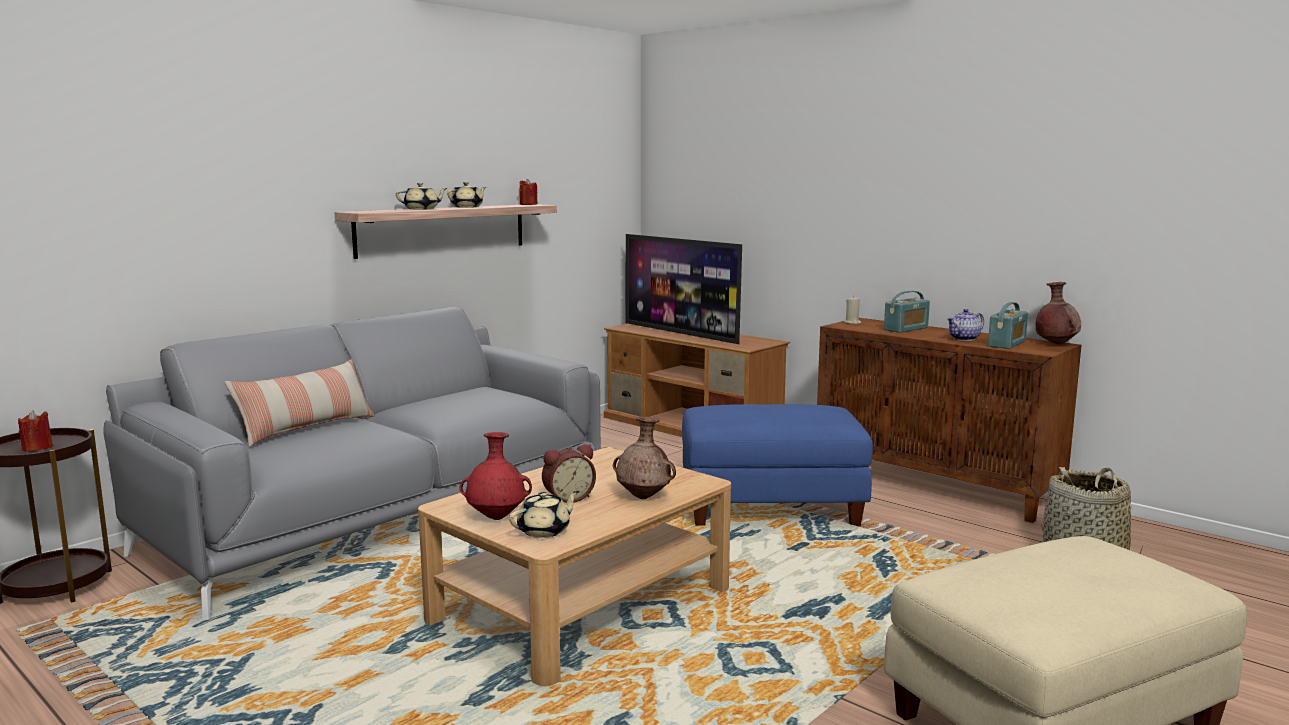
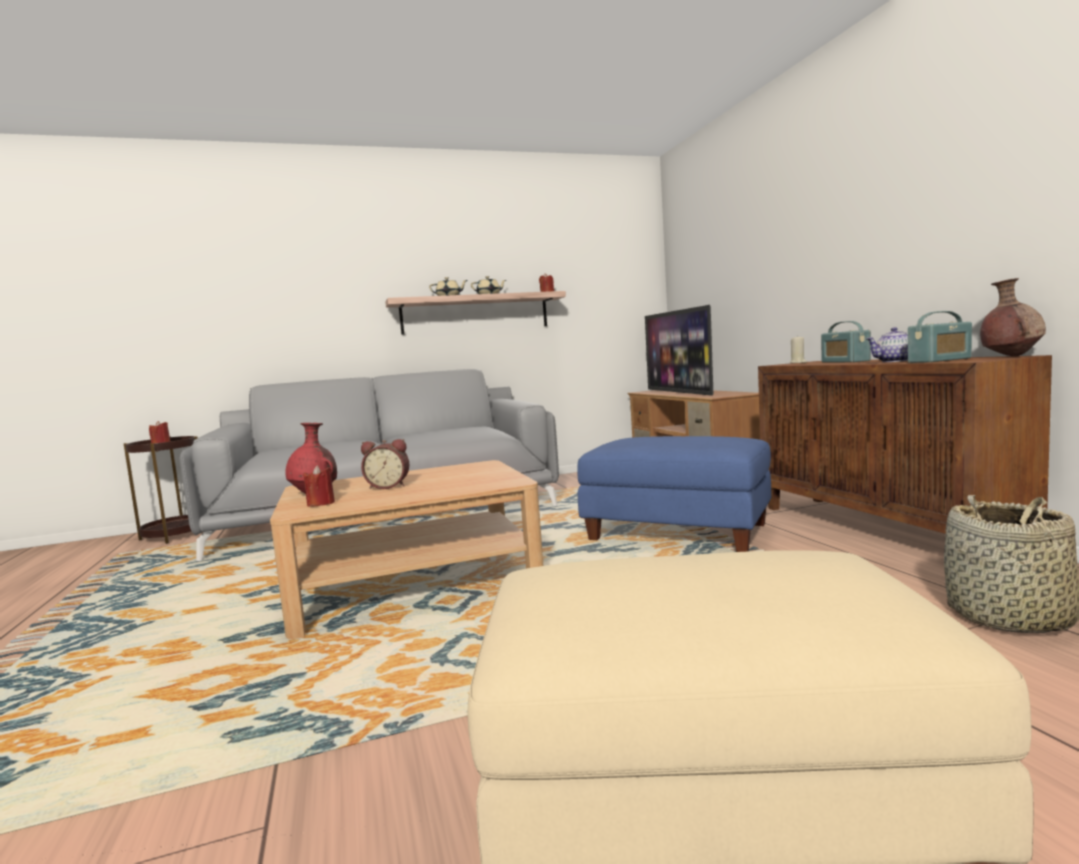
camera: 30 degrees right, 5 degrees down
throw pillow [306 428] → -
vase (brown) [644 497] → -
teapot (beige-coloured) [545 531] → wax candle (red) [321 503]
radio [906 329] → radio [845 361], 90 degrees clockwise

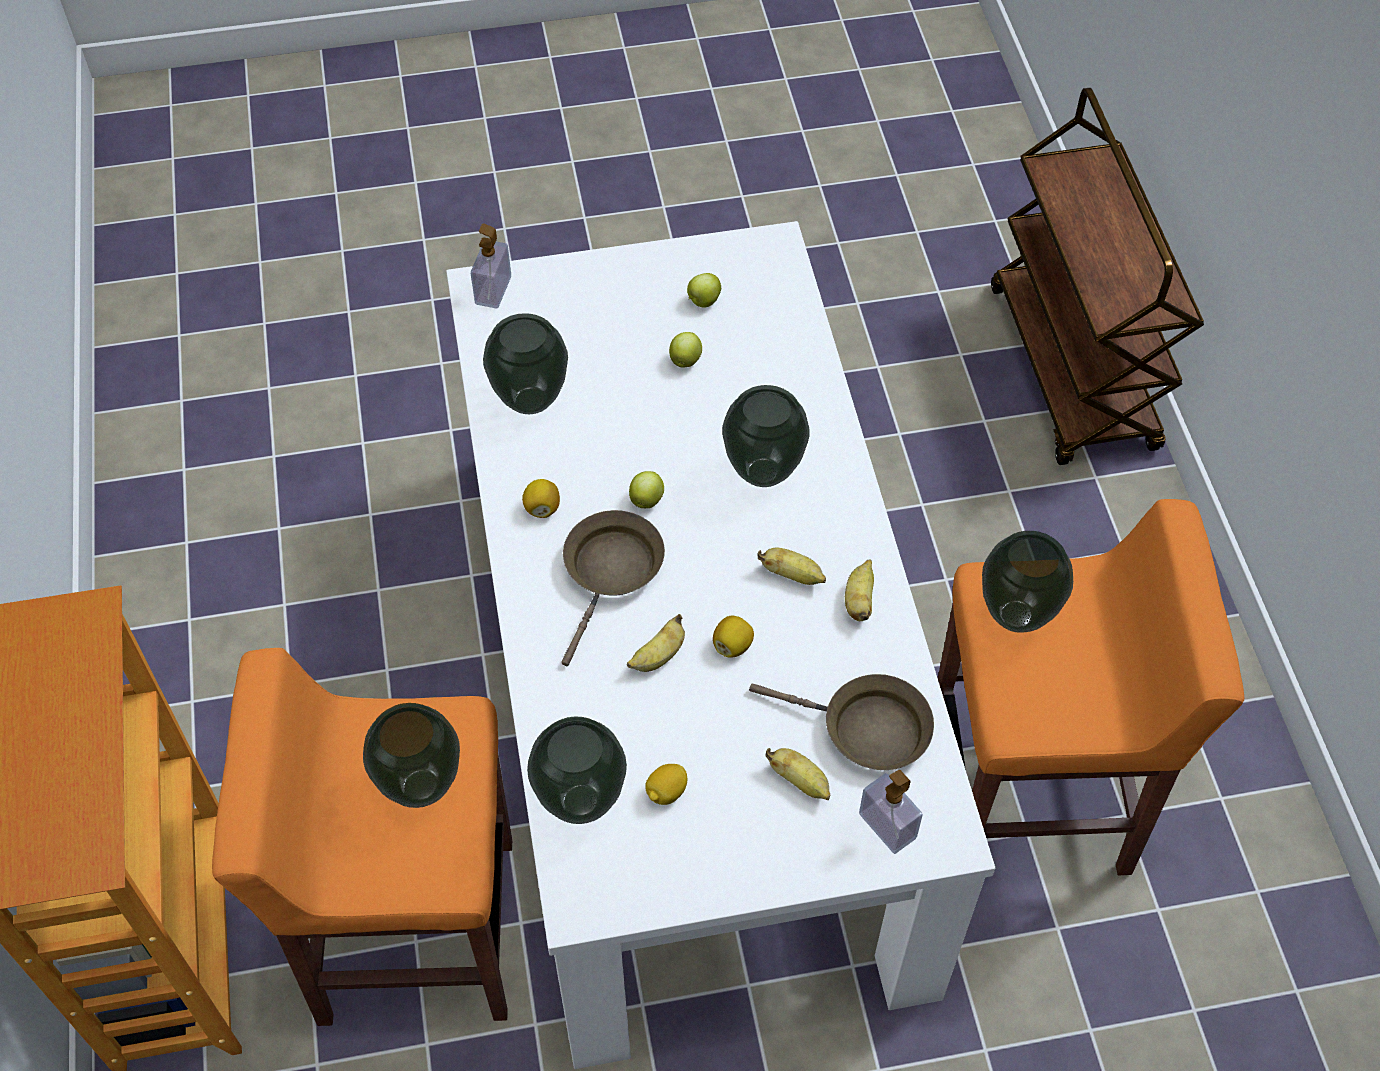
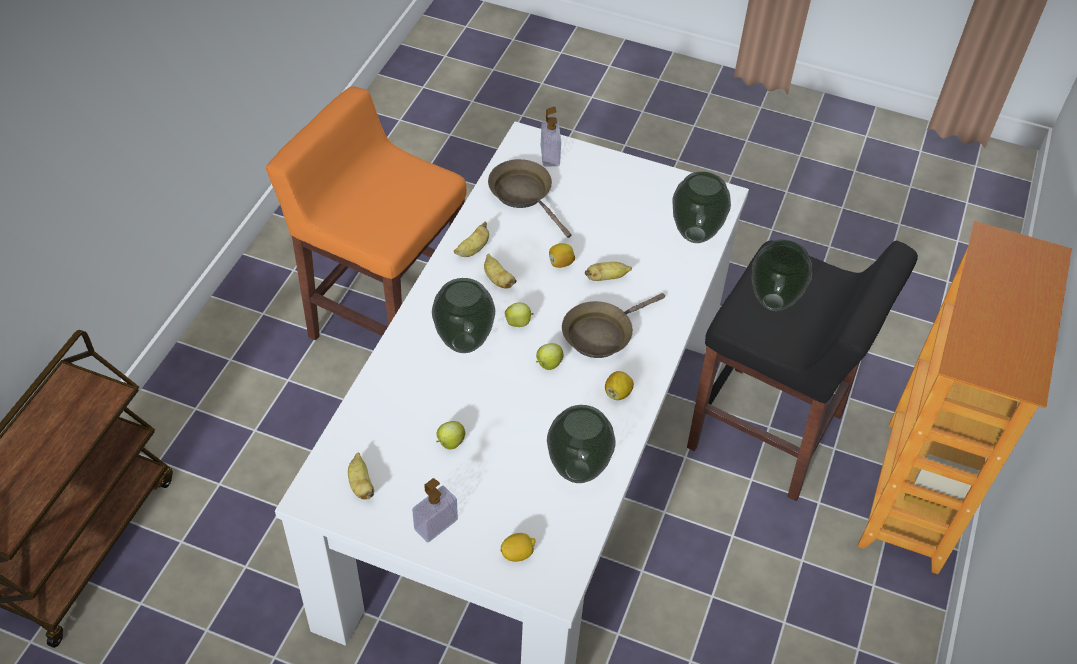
camera: 150 degrees left, 5 degrees down
vase [1014 615] → -
soap bottle [493 290] → soap bottle [436 525], relocated
lemon [666 792] → lemon [517 553], relocated
apple [703 301] → apple [518 322], relocated
whole banana [800 781] → whole banana [361 484], relocated
sitting stool (orange-coloured) [412 930] → sitting stool (black) [768 433]

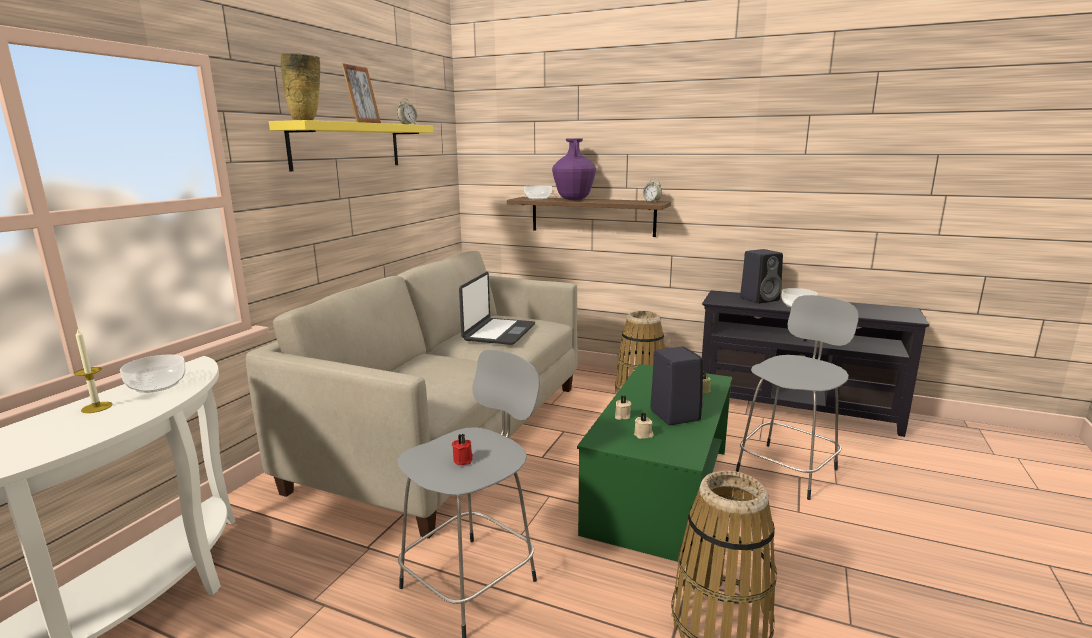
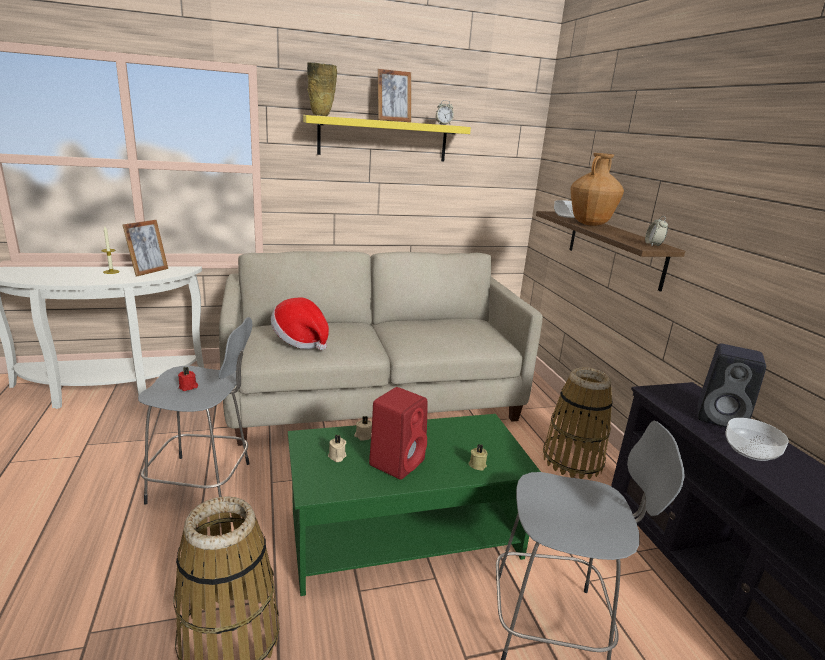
camera: 50 degrees right, 5 degrees up
portable computer [498 332] → -
- → clothing hat [300 341]
bowl [156 385] → standing frame [149 271]
vase (purple) [573 199] → vase (brown) [590 224]
speaker (black) [673 415] → speaker (red) [397 462]

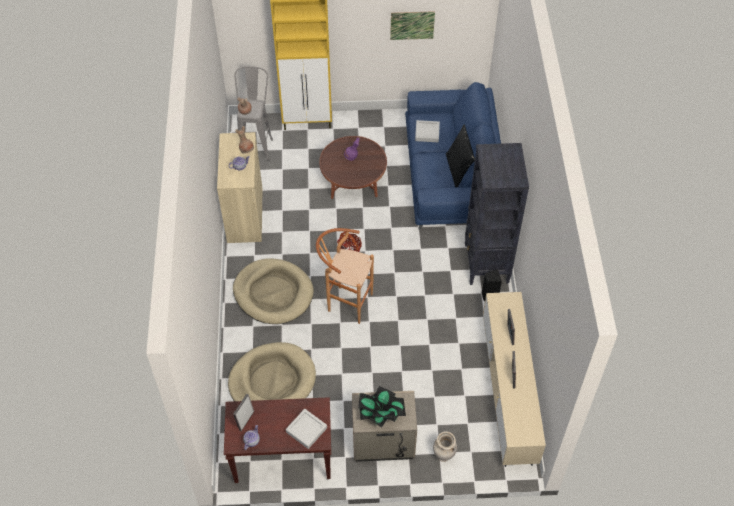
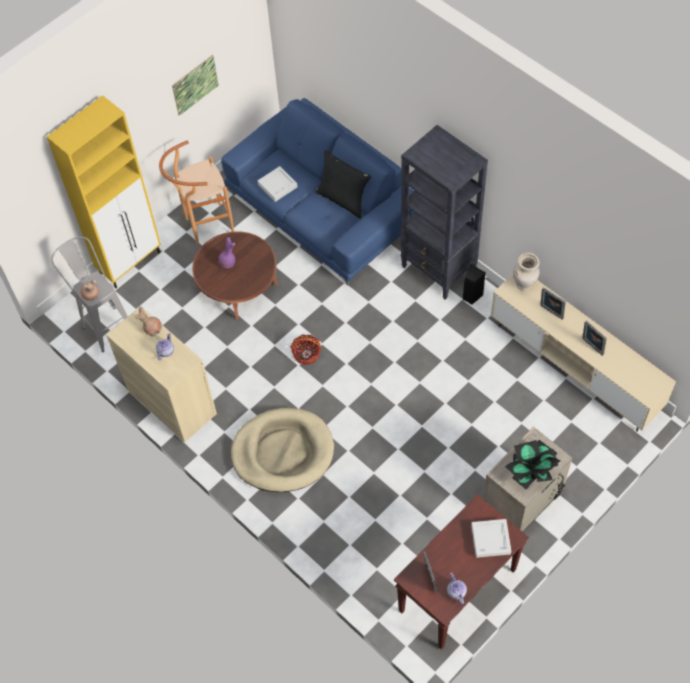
camera: 40 degrees left, 5 degrees up
pet bed (beige-coloured) [272 380] → -
sitting stool (brown) [345 302] → sitting stool (brown) [204 227], relocated
vase (beige-coloured) [443 456] → vase (beige-coloured) [523 285], relocated

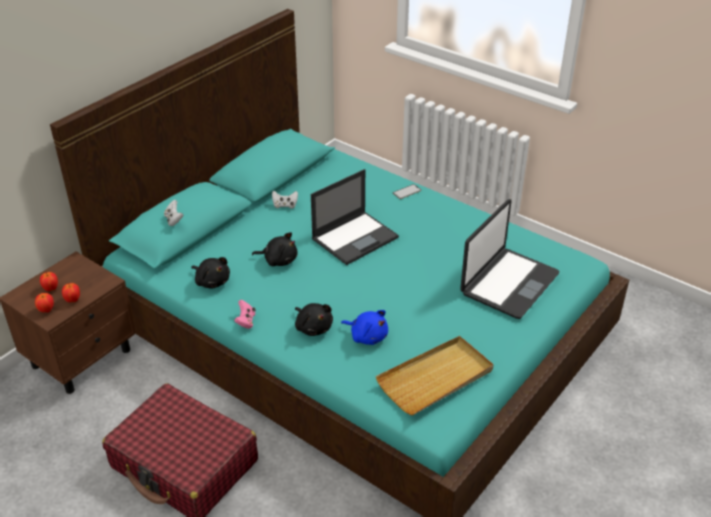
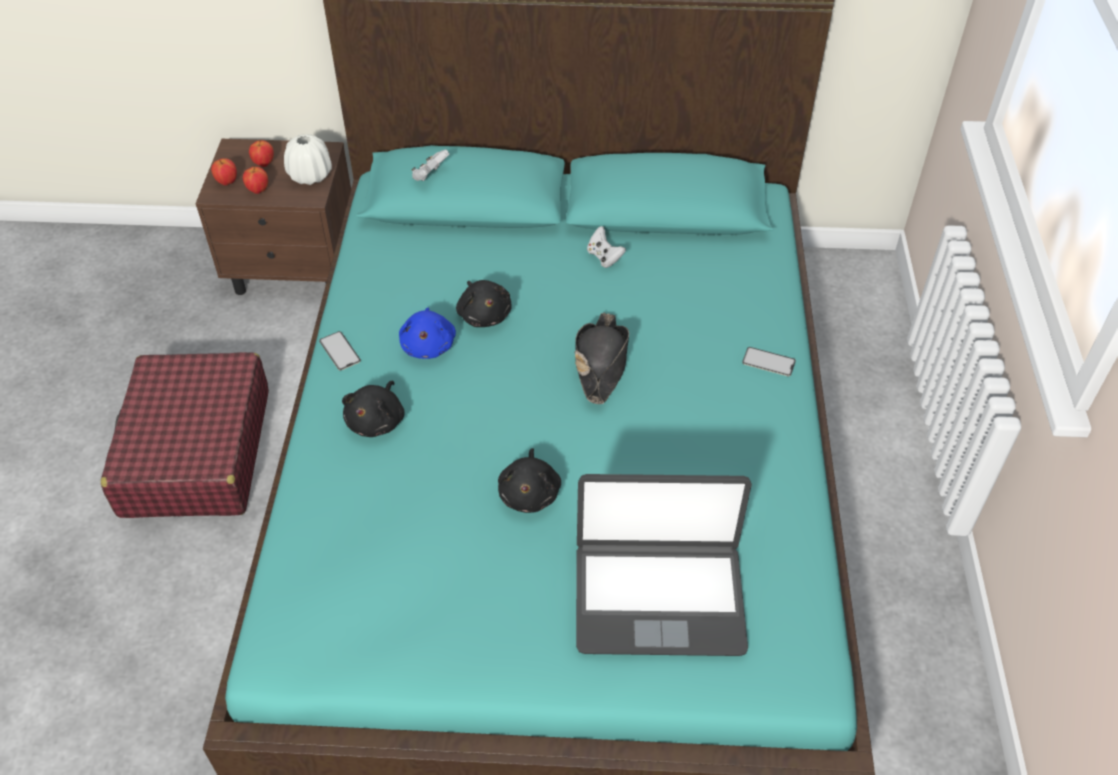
camera: 55 degrees right, 10 degrees up
tray (beige-coloured) [436 378] → -
- → vase (whitish) [310 175]
cuddly toy (black) [212 281] → cuddly toy (black) [530 493], relocated
cuddly toy (blue) [367 336] → cuddly toy (blue) [428 345], relocated
gamepad (pinkish) [246 321] → handset [340 351]
portable computer [355 237] → clothing hat (black) [601 363]

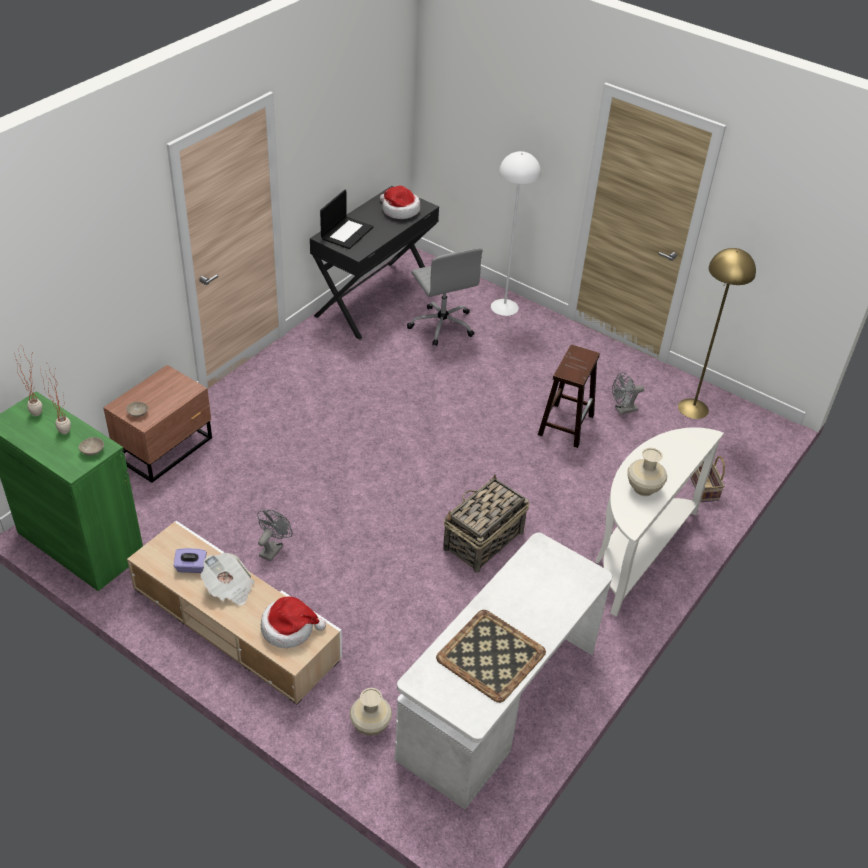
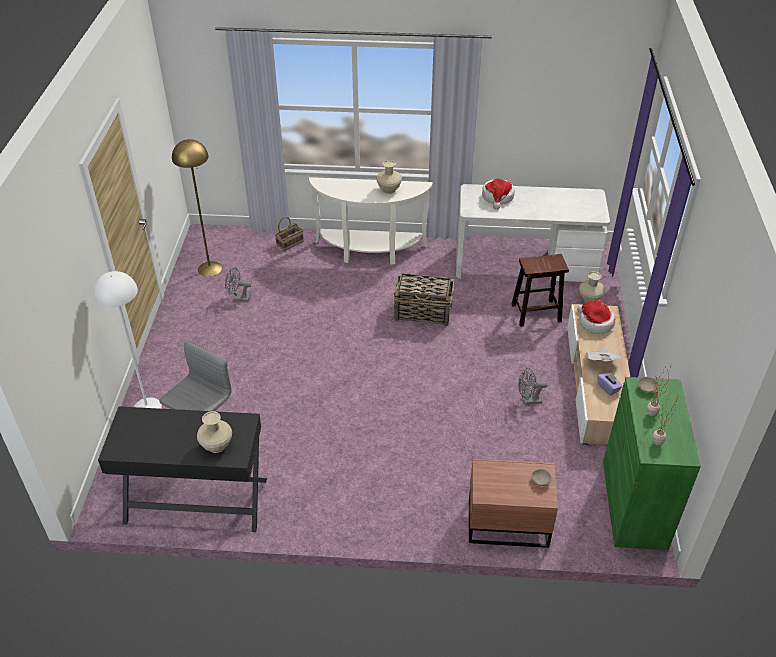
camera: 120 degrees left, 0 degrees up
tray [492 655] → -
clothing hat [399 210] → clothing hat [497 197], relocated
sitting stool (brown) [566 424] → sitting stool (brown) [535 313], relocated
portable computer [347 232] → vase (beige-coloured) [216 446]
fan (grey) [623 410] → fan (grey) [238 298], 150 degrees clockwise

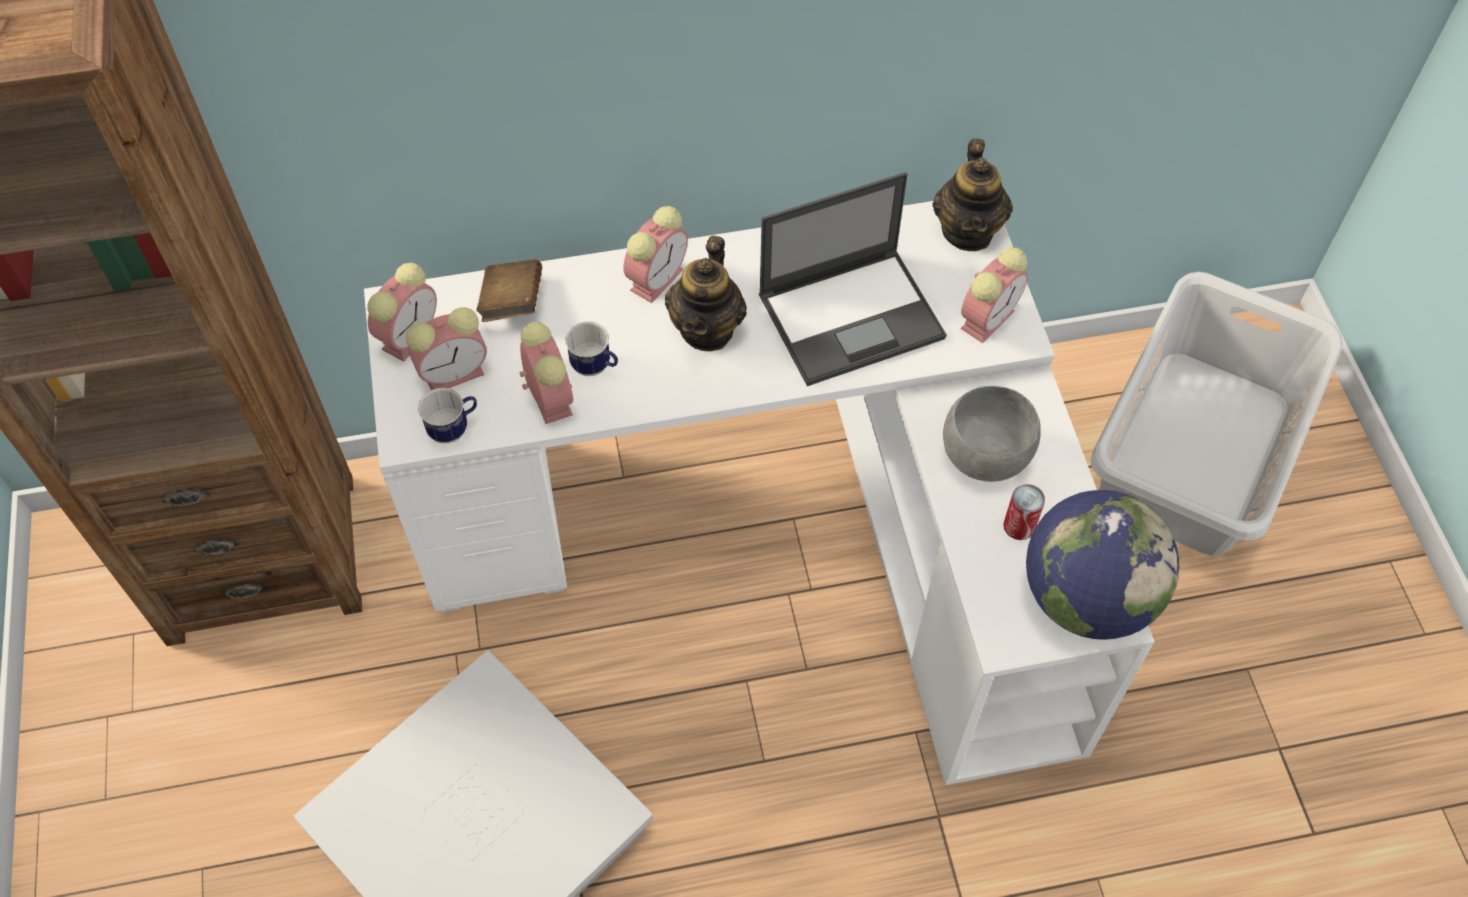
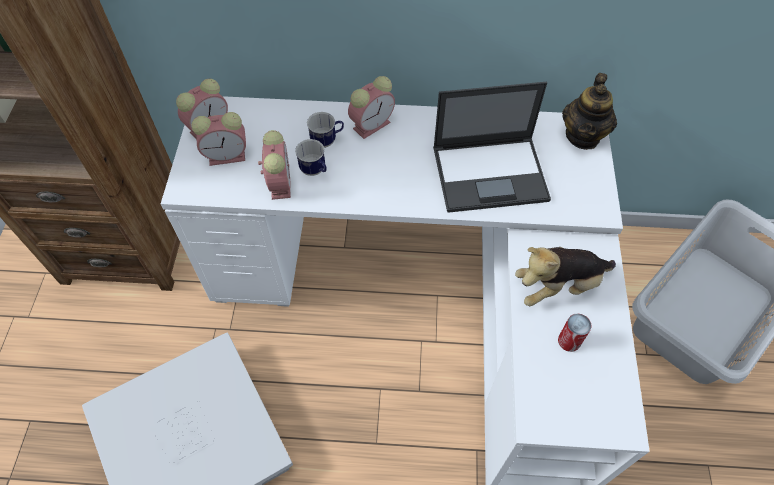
camera: 15 degrees right, 0 degrees up
bound book (brown) [512 303] → -
teapot [707 329] → -
alarm clock [988 317] → -
world globe [1086 597] → -
tea mug [454 428] → tea mug [327 140], relocated
bowl (grey) [986 455] → cuddly toy [558 286]

